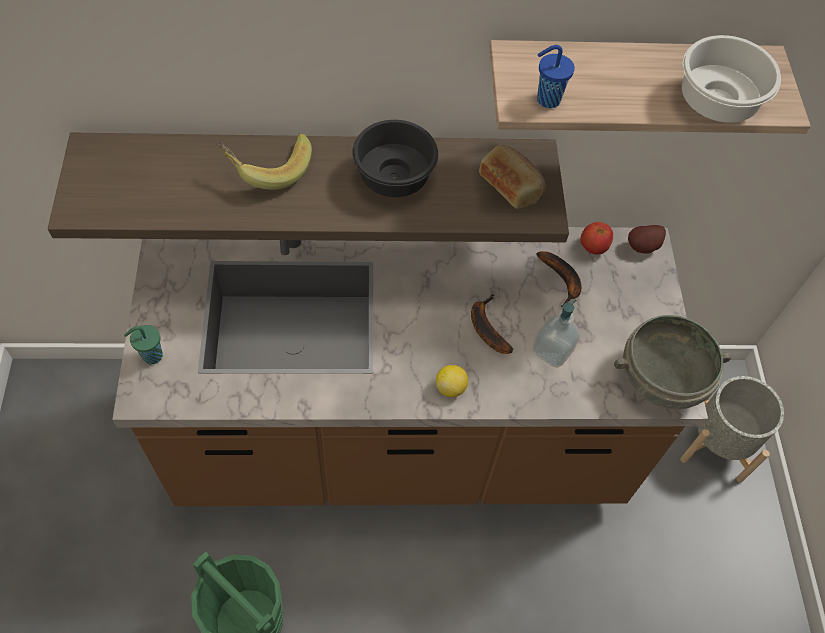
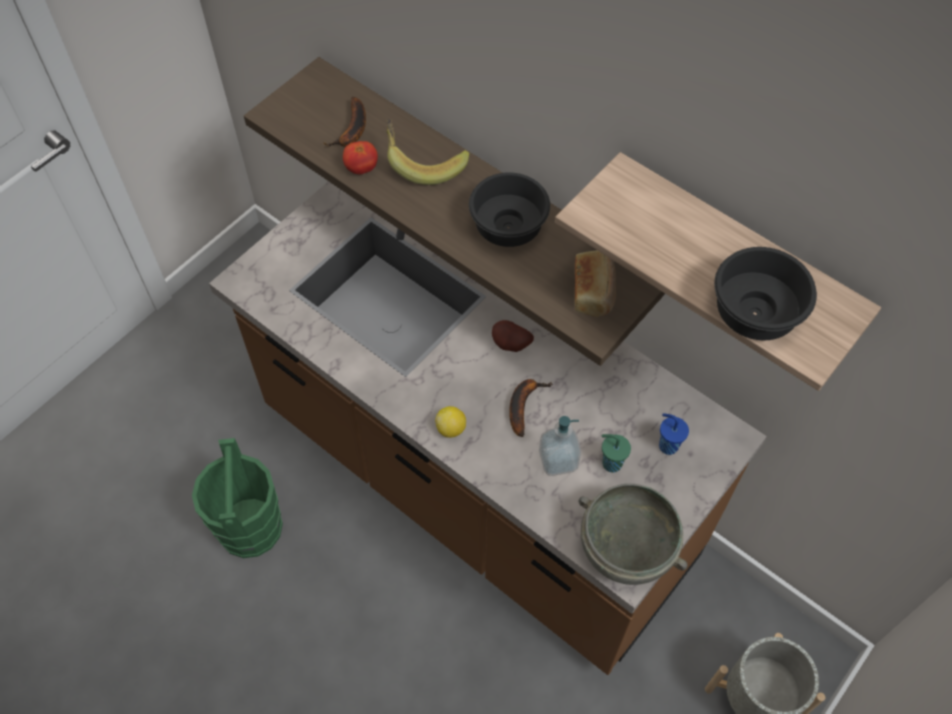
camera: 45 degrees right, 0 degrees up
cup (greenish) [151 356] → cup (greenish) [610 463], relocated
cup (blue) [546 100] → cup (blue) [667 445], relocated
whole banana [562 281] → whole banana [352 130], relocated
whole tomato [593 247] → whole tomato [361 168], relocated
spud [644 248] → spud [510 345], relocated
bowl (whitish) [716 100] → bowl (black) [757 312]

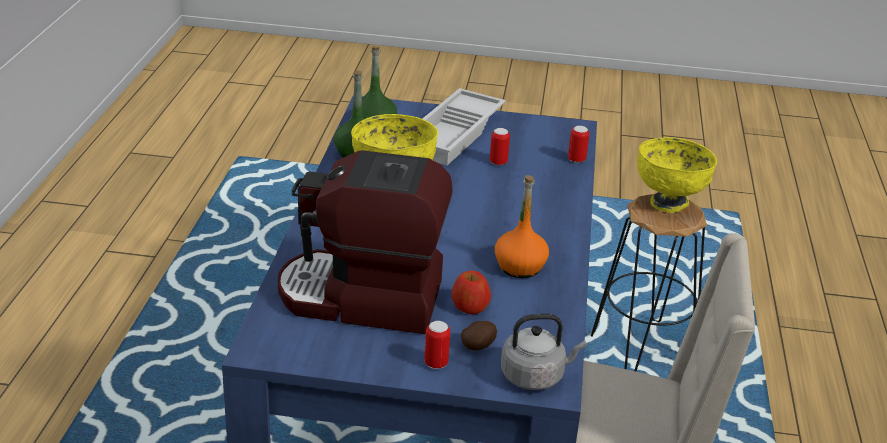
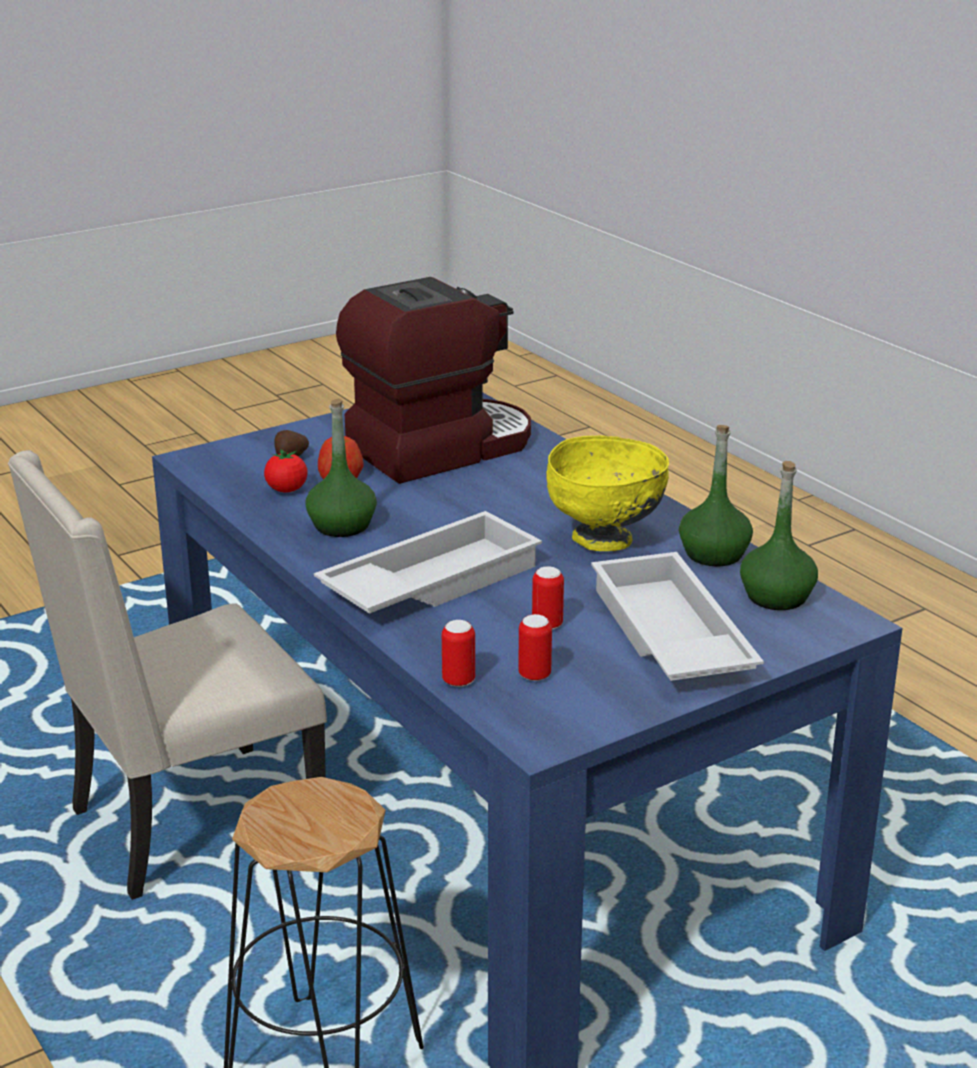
camera: 140 degrees right, 5 degrees down
water kettle (grey) [535 376] → -
bowl (yellow-coloured) [669 203] → -
- → whole tomato [286 490]
- → tray (whitish) [430 581]
can [436 363] → can [534 675], relocated
bottle (orange-coloured) [520 267] → bottle (greenish) [341 526]

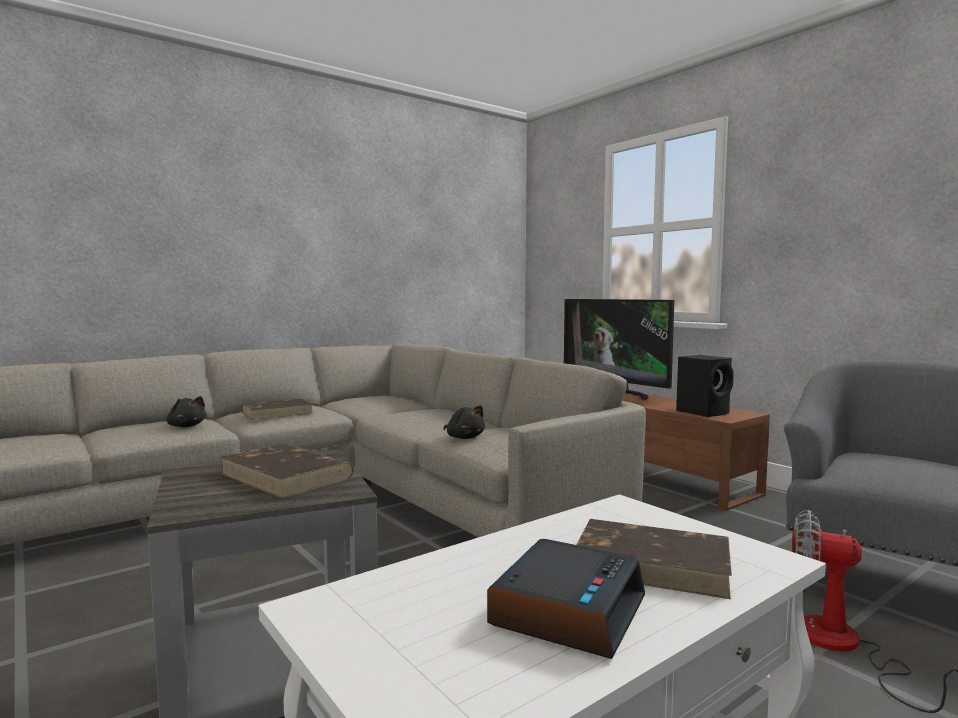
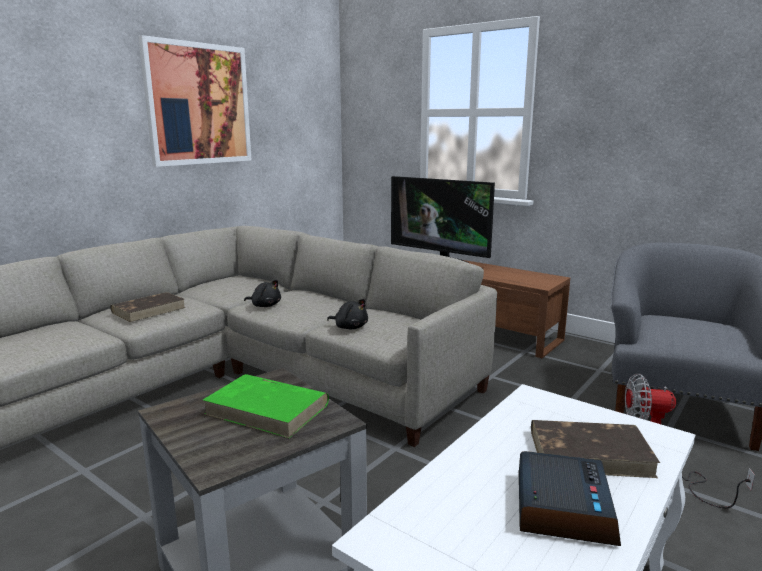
camera: 15 degrees left, 10 degrees up
speaker (black) [704 412] → -
- → picture [199 104]
cuddly toy (black) [186 426] → cuddly toy (black) [265 305], relocated
bound book (brown) [287 476] → bound book (greenish) [268 409]

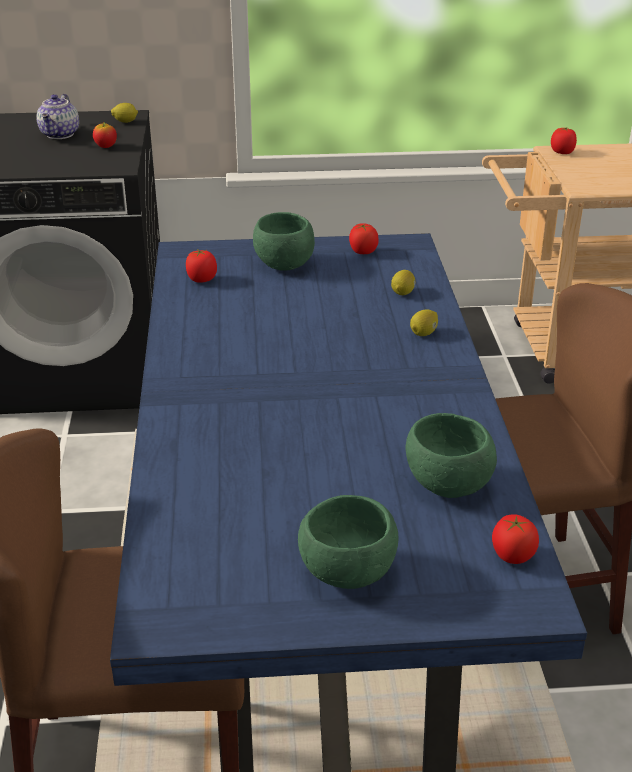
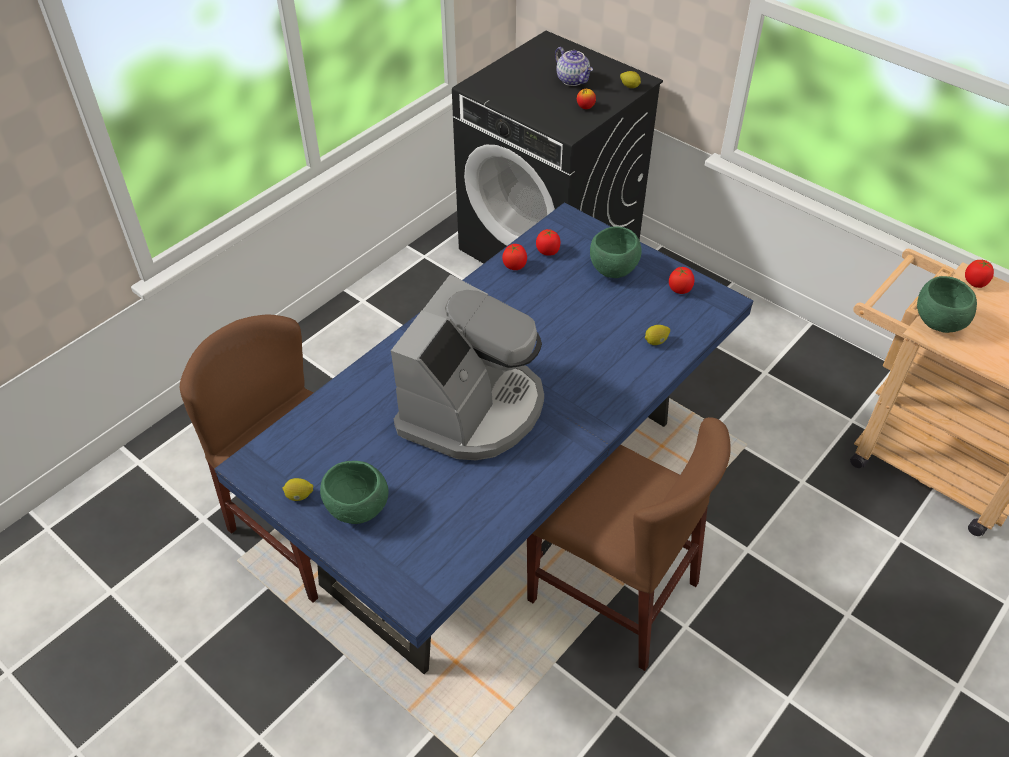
camera: 45 degrees right, 15 degrees up
- → coffee brewer [473 409]
bowl (greenish) [449 486] → bowl (greenish) [938 323], relocated
lemon [424 333] → lemon [299 496], relocated
whole tomato [512 556] → whole tomato [514 266], relocated
teapot [60 135] → teapot [573 80], 90 degrees counterclockwise

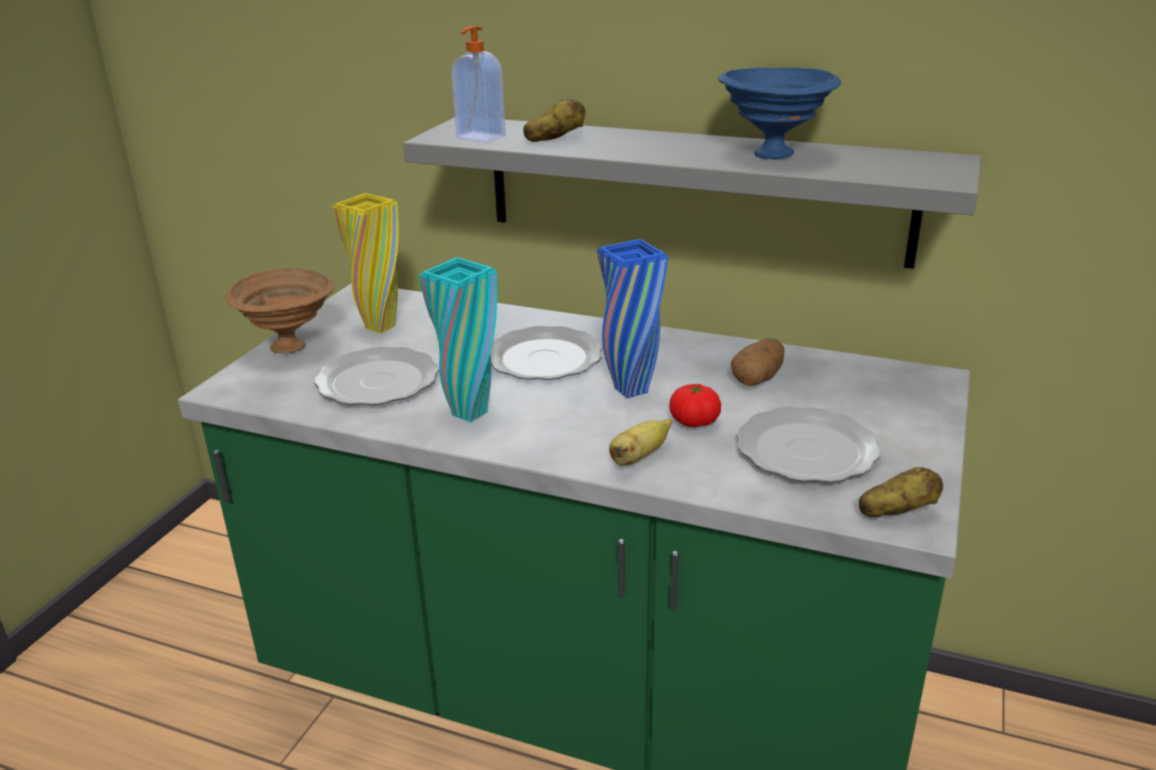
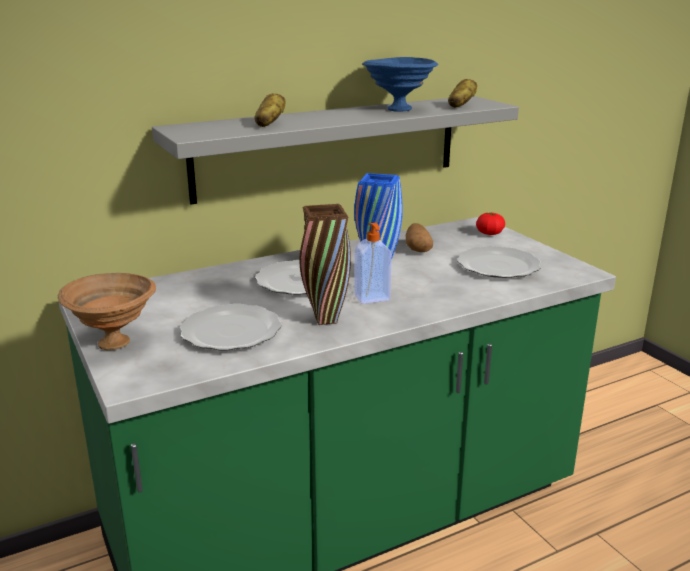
camera: 50 degrees left, 5 degrees down
vase (yellow-coloured) [380 327] → -
whole banana [638 457] → -
soap bottle [480 137] → soap bottle [372 298], relocated
whole tomato [694 422] → whole tomato [489 233], relocated
spud [897 512] → spud [460 106], relocated
vase (blue-green) [469 413] → vase (brown) [326 320]

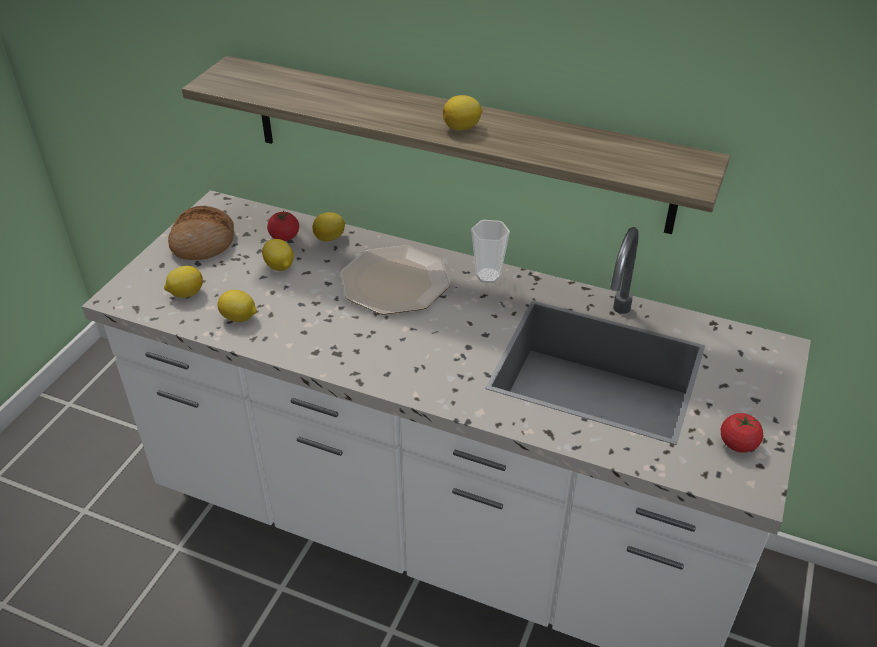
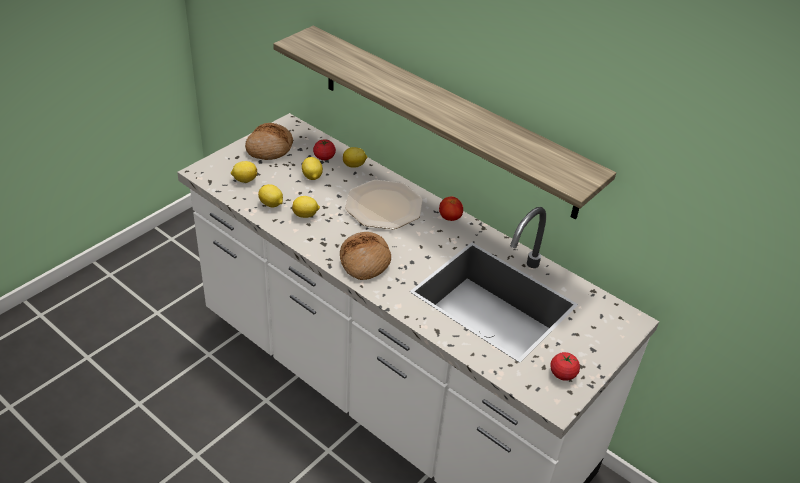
camera: 15 degrees right, 0 degrees up
- → baked bread [365 261]
lemon [462 128] → lemon [306 215], relocated
cup [488 276] → whole tomato [450 218]

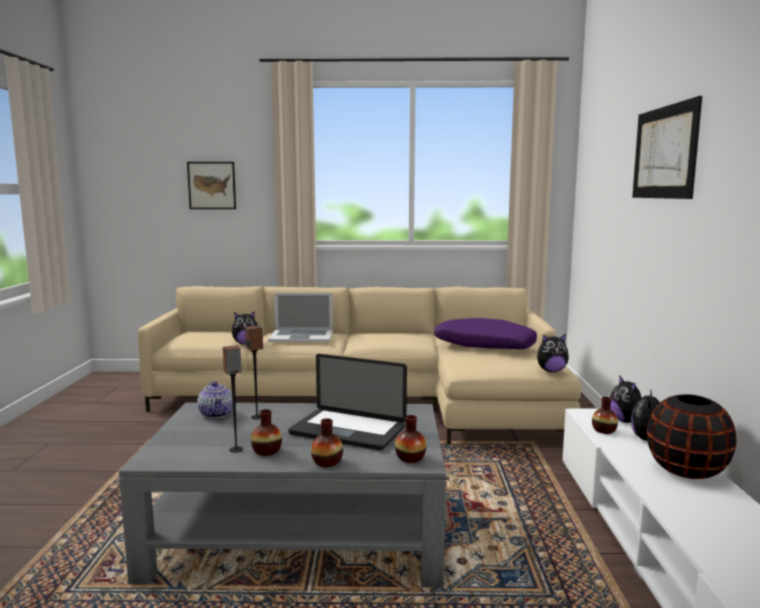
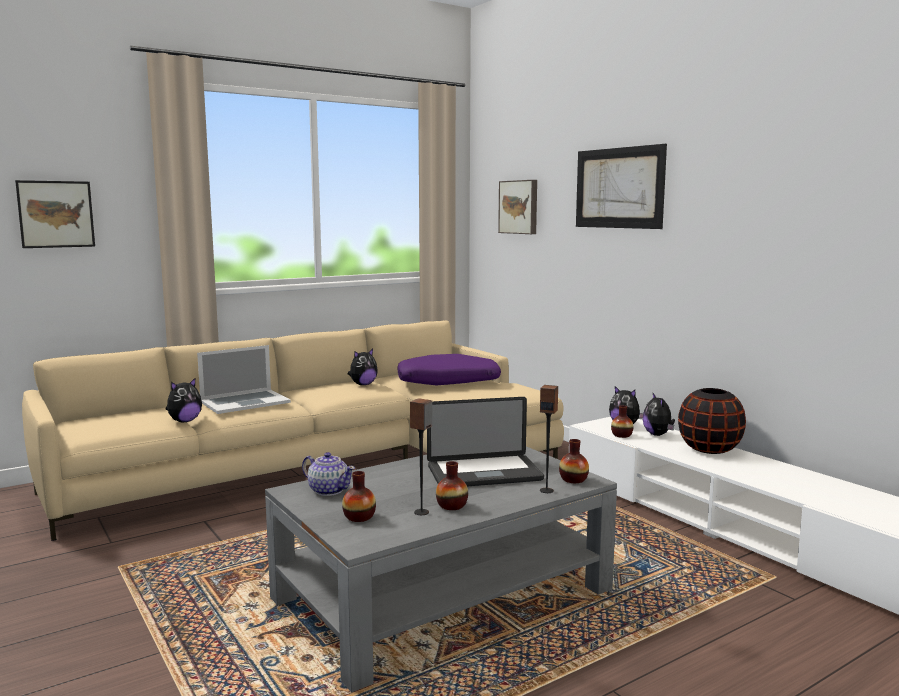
camera: 35 degrees left, 0 degrees up
- → picture [519 207]
speaker [257 417] → speaker [546 490], relocated
vase [327 462] → vase [359 517], relocated
cuddly toy [551 371] → cuddly toy [363 384], relocated

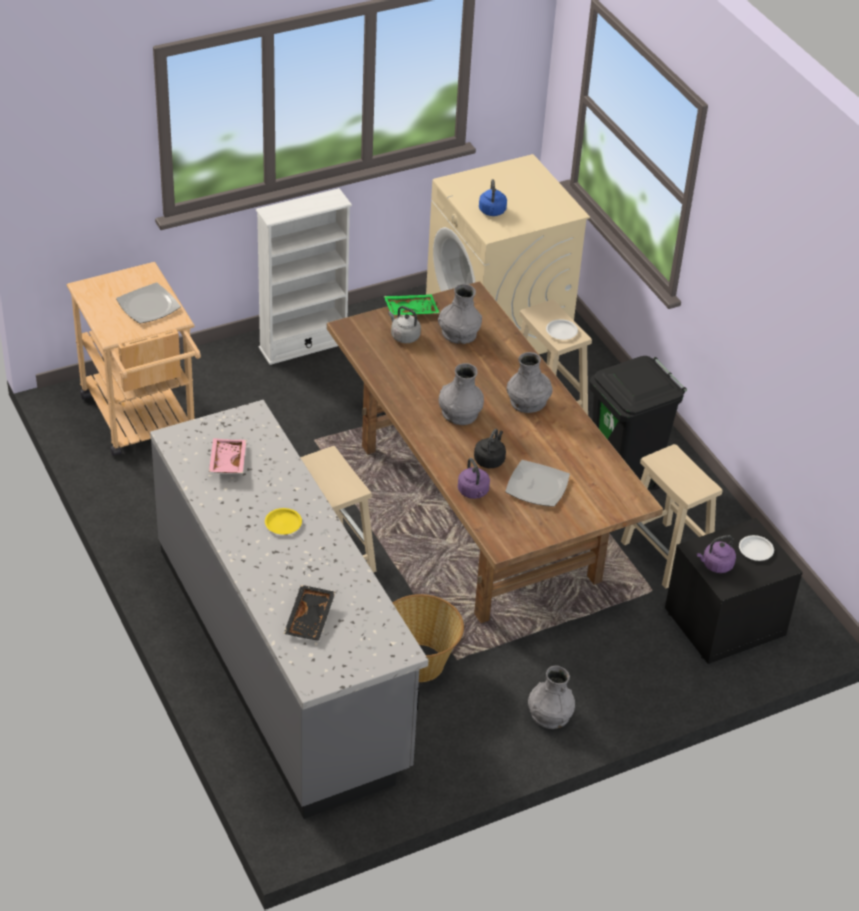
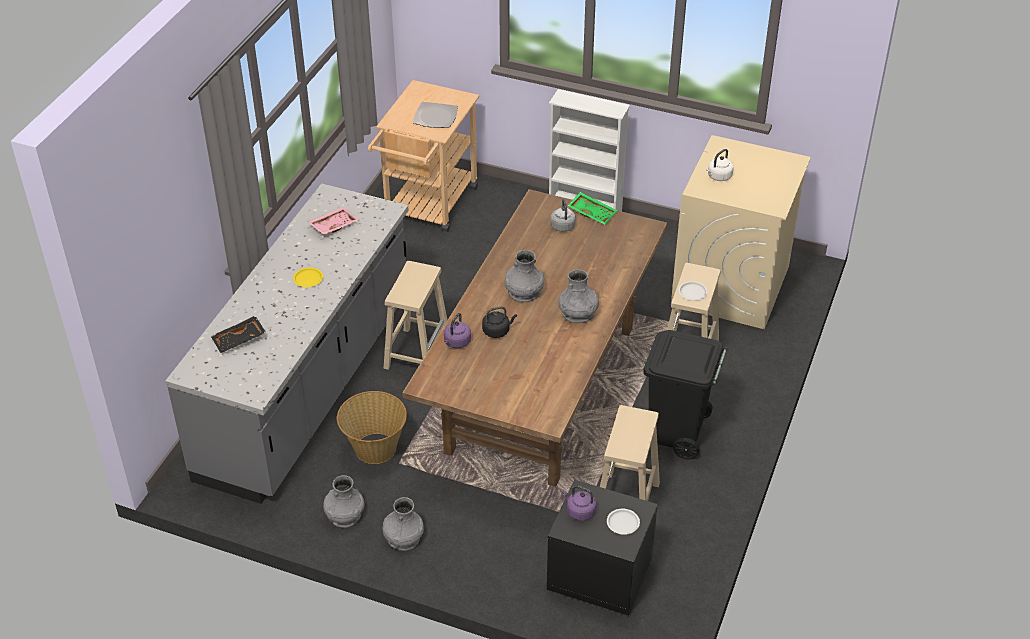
camera: 50 degrees right, 0 degrees up
flat dish [537 487] → -
vase (grey) [459 333] → vase (grey) [344 515], relocated
water kettle (blue) [492 212] → water kettle (whitish) [718 177]

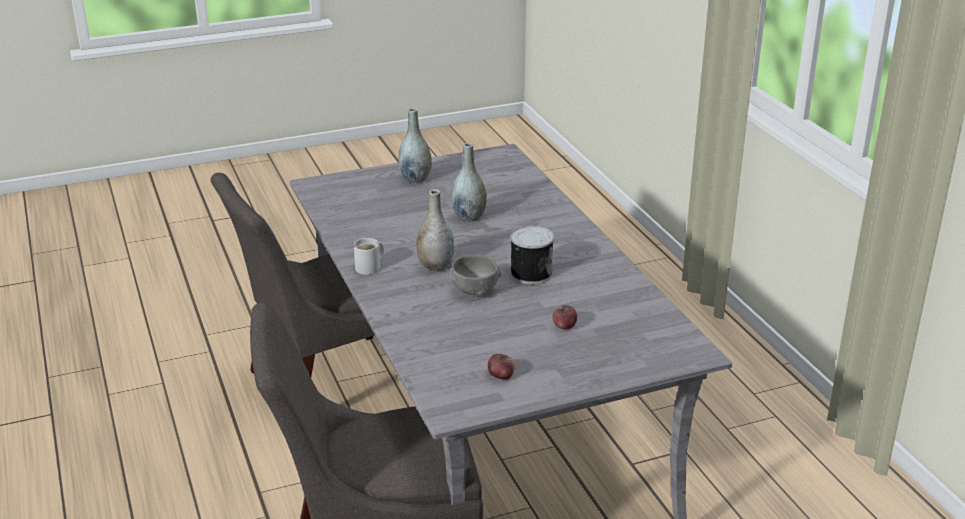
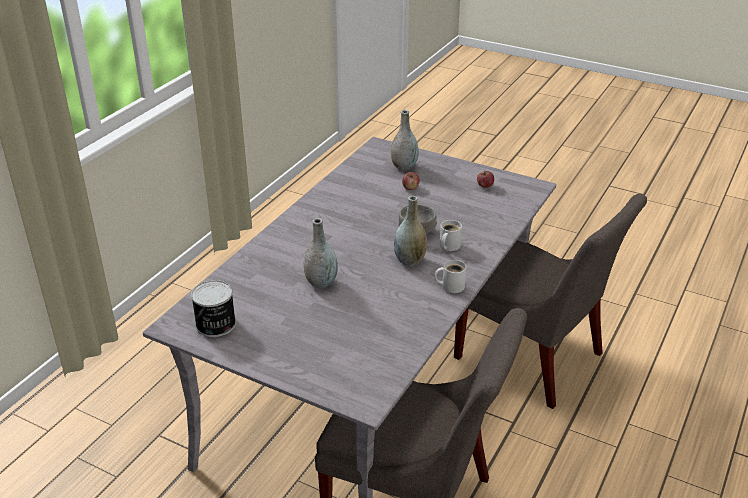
camera: 130 degrees left, 5 degrees up
- → tea mug (whitish) [448 246]
vase (grey) [415 179] → vase (grey) [404 167], relocated
can [530 273] → can [215 325], relocated

